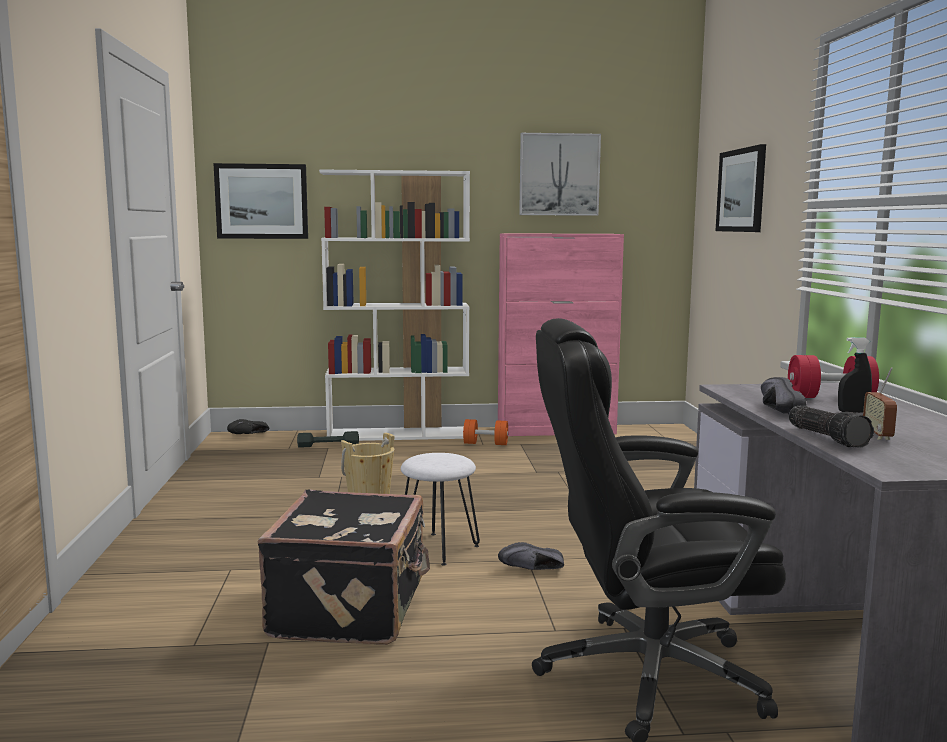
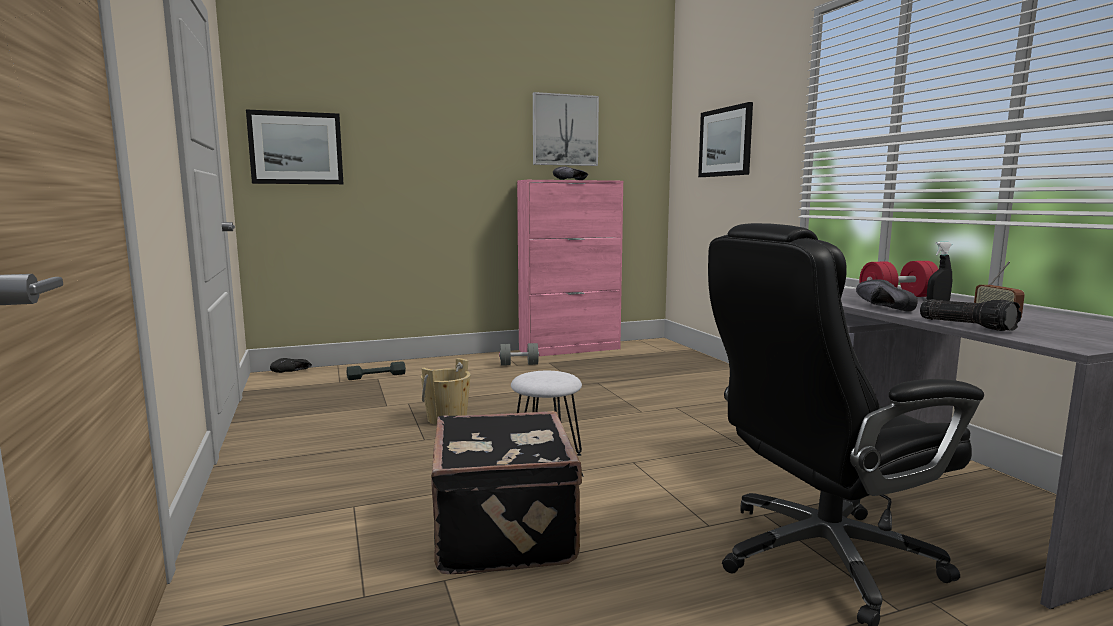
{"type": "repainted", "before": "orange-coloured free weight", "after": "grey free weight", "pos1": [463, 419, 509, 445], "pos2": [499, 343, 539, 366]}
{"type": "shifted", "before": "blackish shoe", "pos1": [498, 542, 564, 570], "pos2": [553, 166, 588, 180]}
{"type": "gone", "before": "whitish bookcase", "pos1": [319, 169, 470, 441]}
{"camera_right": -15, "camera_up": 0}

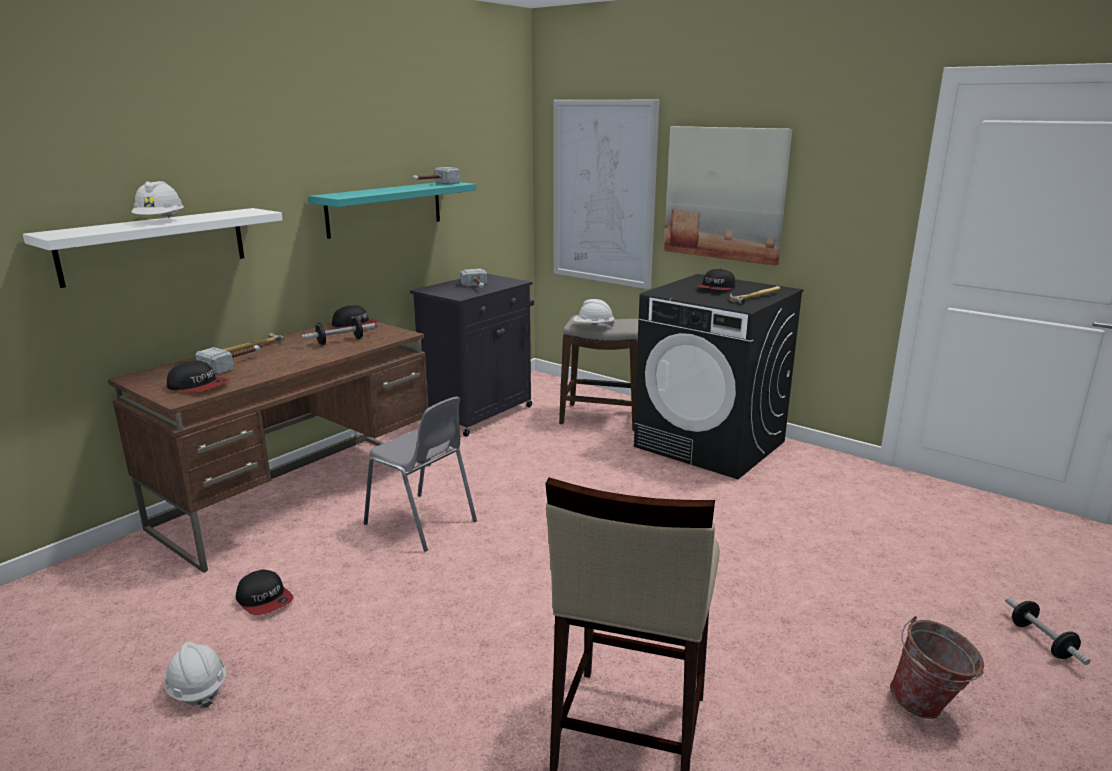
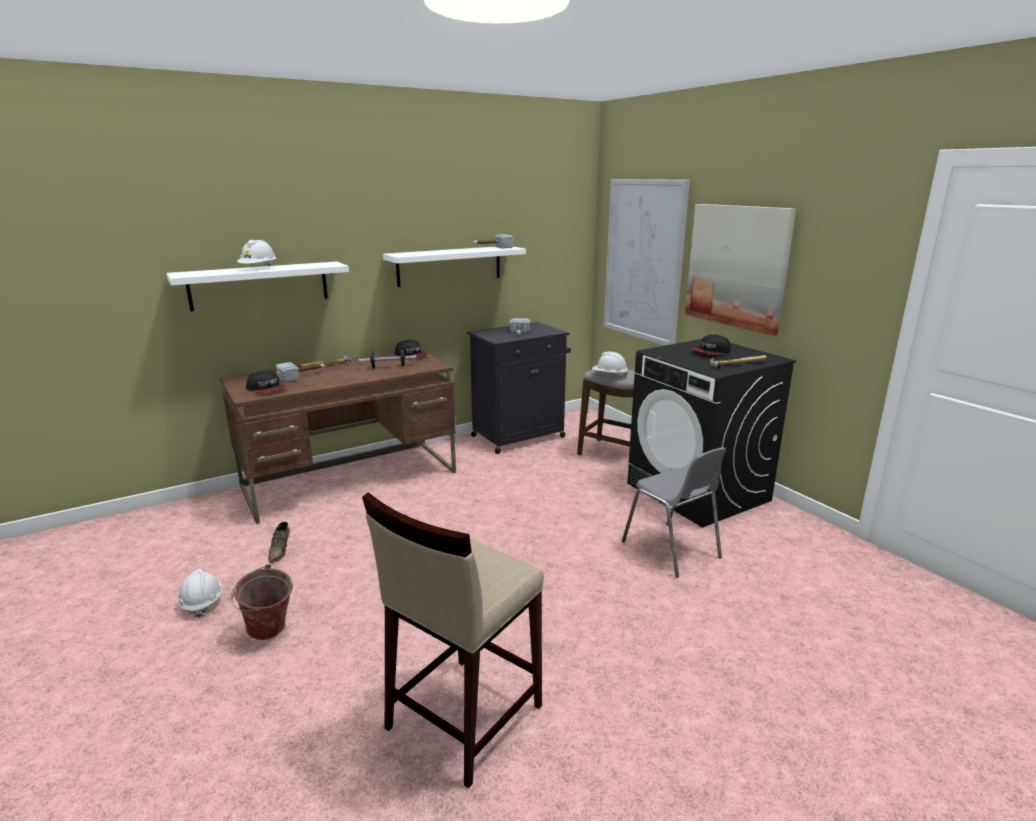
{"type": "shifted", "before": "bucket", "pos1": [890, 616, 984, 719], "pos2": [231, 565, 293, 640]}
{"type": "swapped", "before": "baseball cap", "after": "brown-coloured shoe", "pos1": [236, 569, 294, 615], "pos2": [268, 522, 290, 563]}
{"type": "repainted", "before": "turquoise bracket shelf", "after": "whitish bracket shelf", "pos1": [309, 182, 476, 239], "pos2": [383, 247, 526, 287]}
{"type": "shifted", "before": "grey plain chair", "pos1": [364, 396, 477, 552], "pos2": [622, 447, 726, 578]}
{"type": "gone", "before": "free weight", "pos1": [1005, 597, 1090, 665]}
{"camera_right": 20, "camera_up": 0}

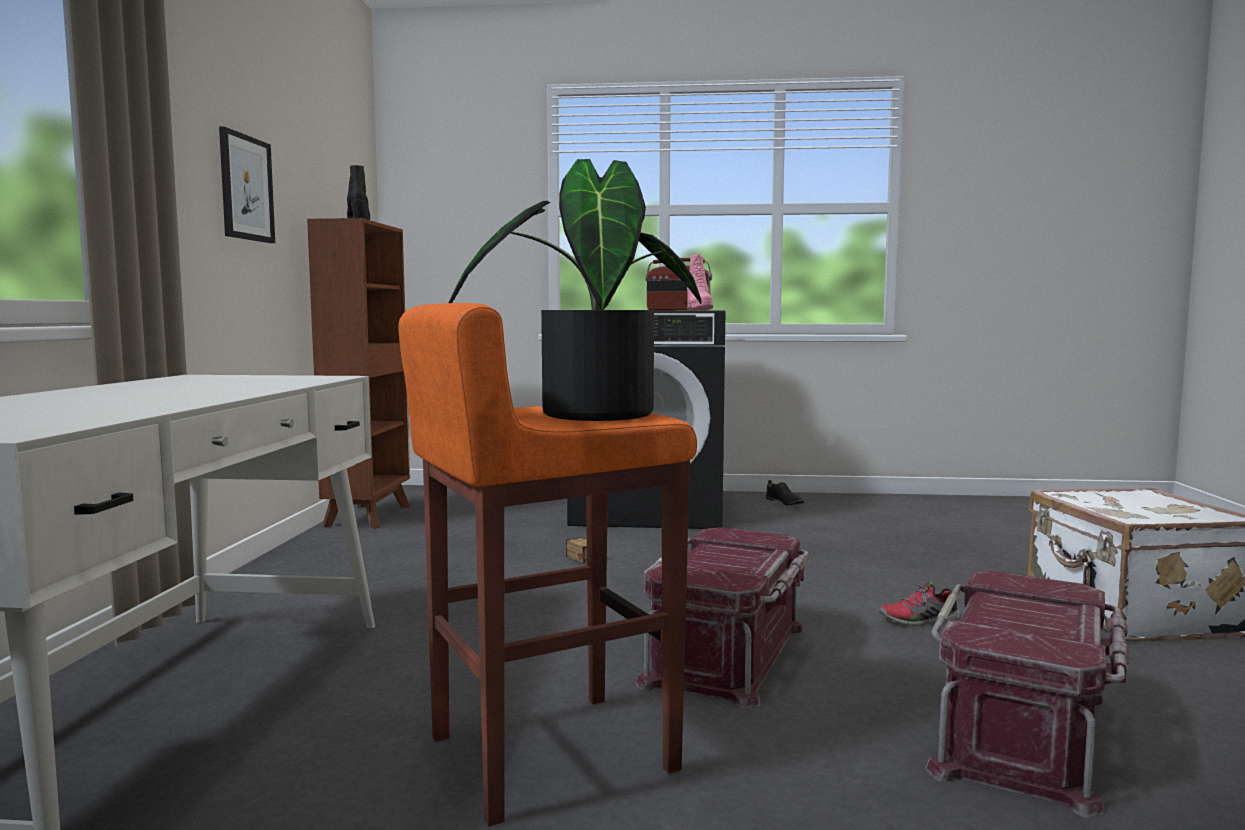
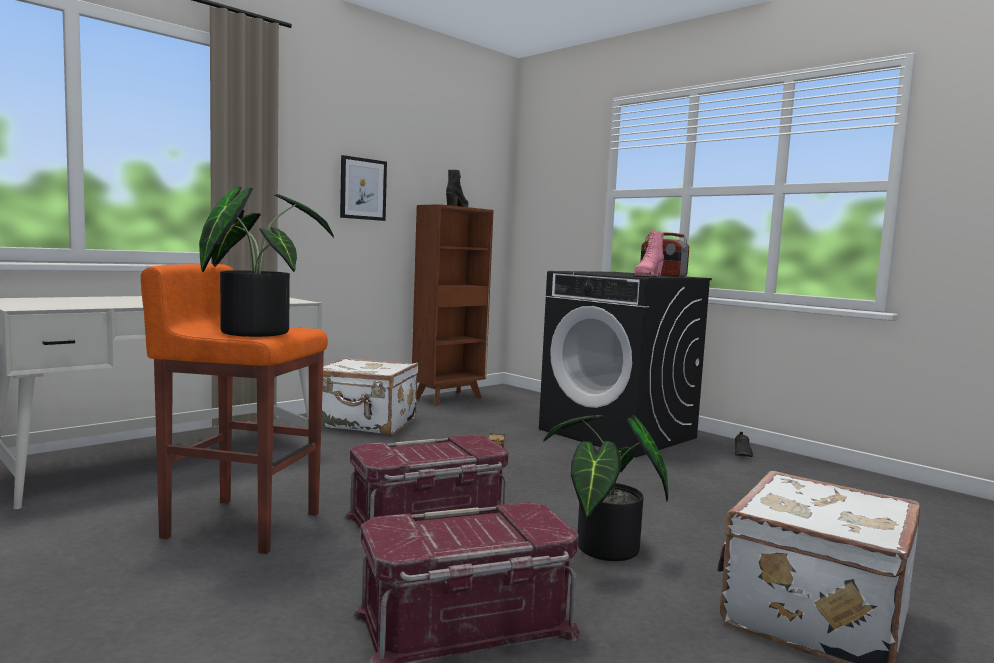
{"type": "new", "after": "whitish travel case", "pos2": [321, 357, 419, 435]}
{"type": "swapped", "before": "shoe", "after": "plant in a pot", "pos1": [879, 582, 960, 626], "pos2": [543, 415, 668, 561]}
{"camera_right": 40, "camera_up": 0}

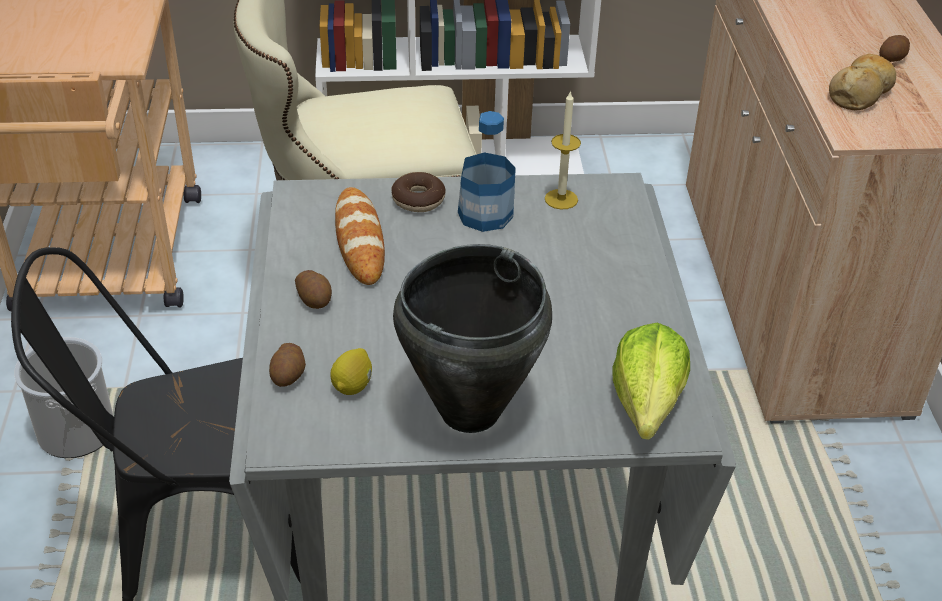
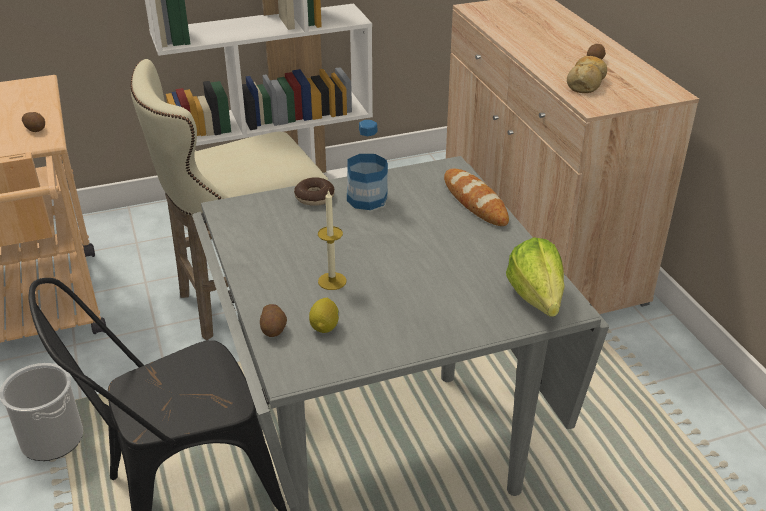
{"type": "shifted", "before": "potato", "pos1": [295, 270, 332, 309], "pos2": [22, 112, 45, 132]}
{"type": "shifted", "before": "wax light", "pos1": [545, 90, 581, 209], "pos2": [318, 190, 346, 290]}
{"type": "shifted", "before": "bread", "pos1": [335, 187, 385, 285], "pos2": [444, 169, 509, 226]}
{"type": "gone", "before": "blackish saucepot", "pos1": [393, 244, 552, 433]}
{"camera_right": -15, "camera_up": -5}

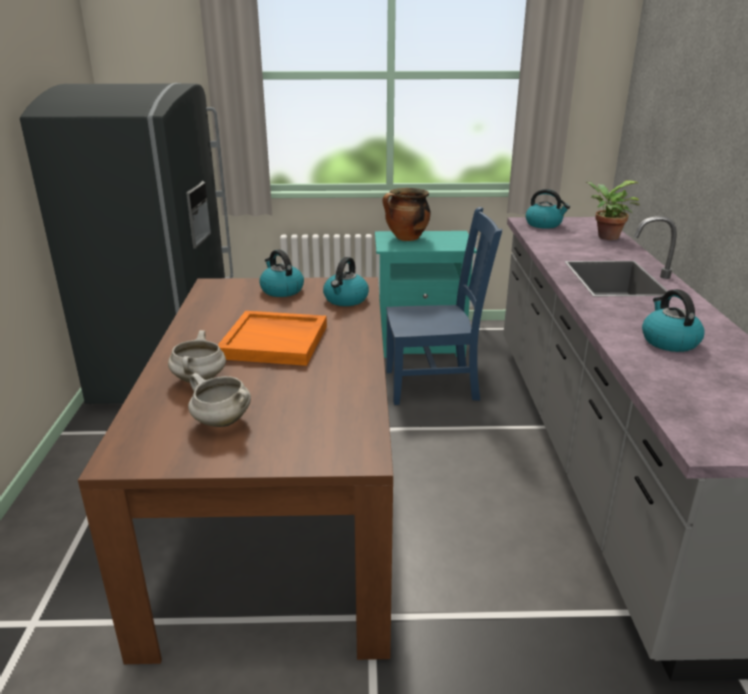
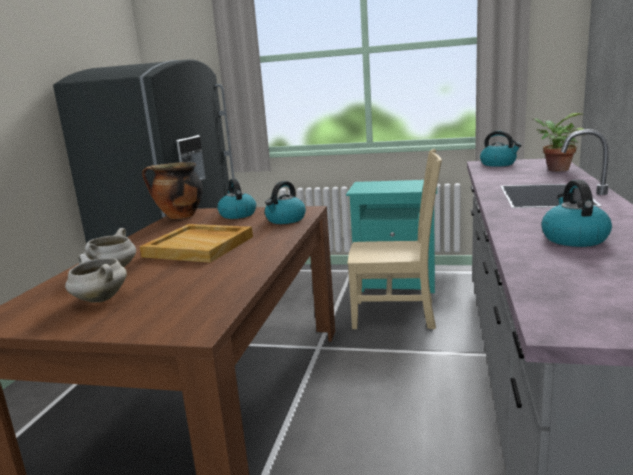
{"type": "repainted", "before": "orange-coloured serving tray", "after": "beige serving tray", "pos1": [218, 311, 327, 366], "pos2": [140, 224, 253, 263]}
{"type": "shifted", "before": "saucepot", "pos1": [383, 188, 431, 241], "pos2": [142, 162, 203, 219]}
{"type": "repainted", "before": "bluish plain chair", "after": "beige plain chair", "pos1": [386, 207, 502, 405], "pos2": [348, 149, 442, 329]}
{"camera_right": 15, "camera_up": -10}

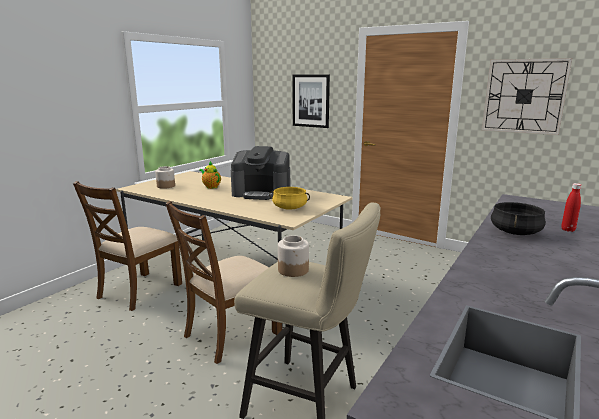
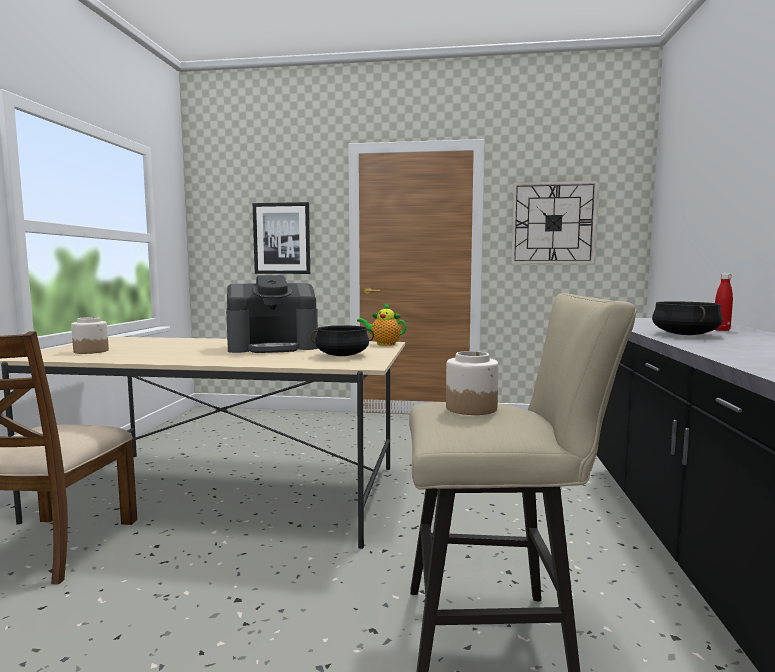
{"type": "repainted", "before": "yellow saucepot", "after": "blackish saucepot", "pos1": [269, 187, 310, 210], "pos2": [310, 325, 374, 356]}
{"type": "shifted", "before": "pot for tea", "pos1": [199, 161, 221, 189], "pos2": [357, 302, 406, 346]}
{"type": "gone", "before": "brown-coloured plain chair", "pos1": [165, 201, 282, 364]}
{"camera_right": -25, "camera_up": -10}

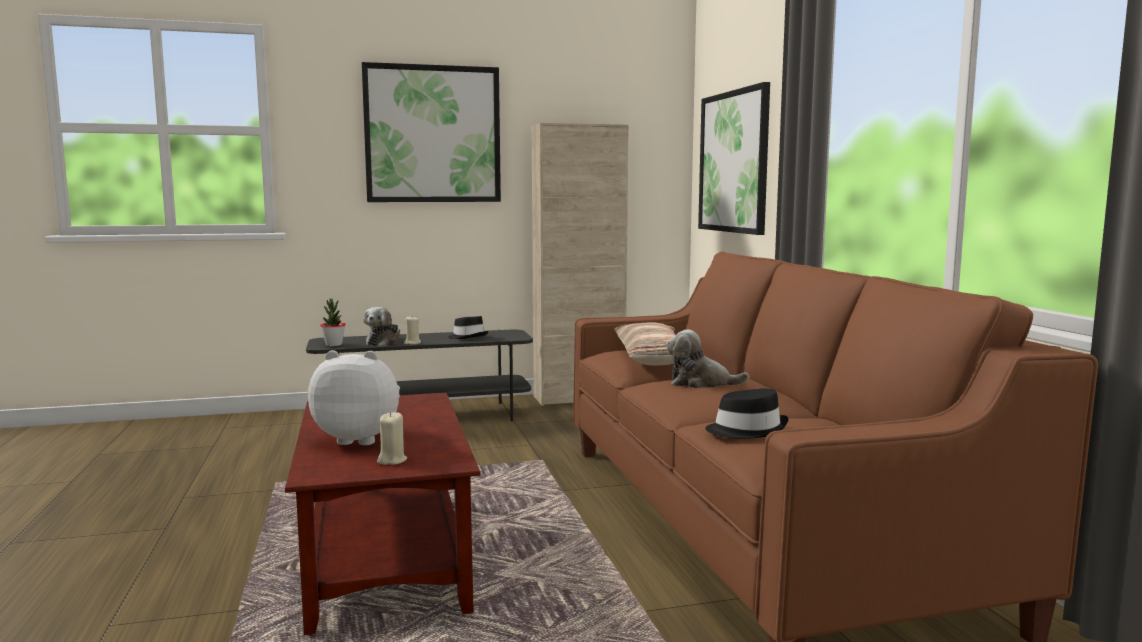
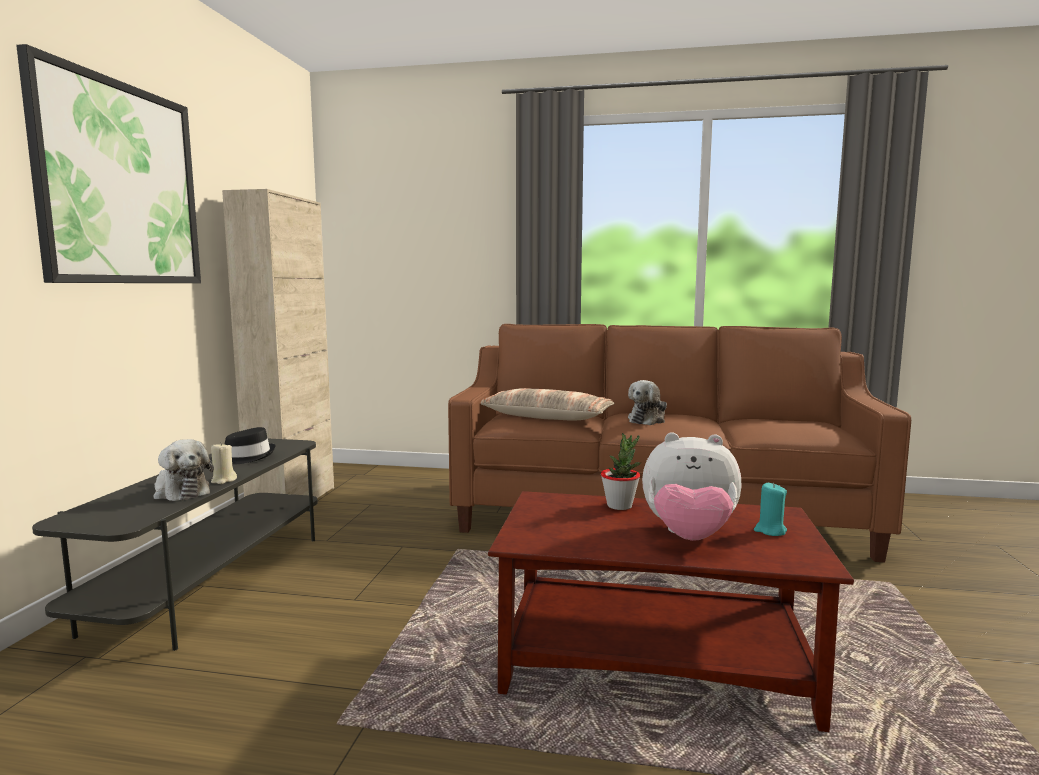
{"type": "shifted", "before": "plant in a pot", "pos1": [320, 299, 346, 346], "pos2": [601, 433, 641, 510]}
{"type": "rotated", "before": "soft toy", "pos1": [308, 350, 400, 445], "pos2": [642, 432, 741, 541], "turn": -105}
{"type": "repainted", "before": "beige wax light", "after": "turquoise wax light", "pos1": [377, 412, 407, 465], "pos2": [754, 483, 787, 536]}
{"type": "gone", "before": "wall picture", "pos1": [698, 82, 770, 235]}
{"type": "gone", "before": "blackish clothing hat", "pos1": [705, 388, 789, 439]}
{"camera_right": -65, "camera_up": 0}

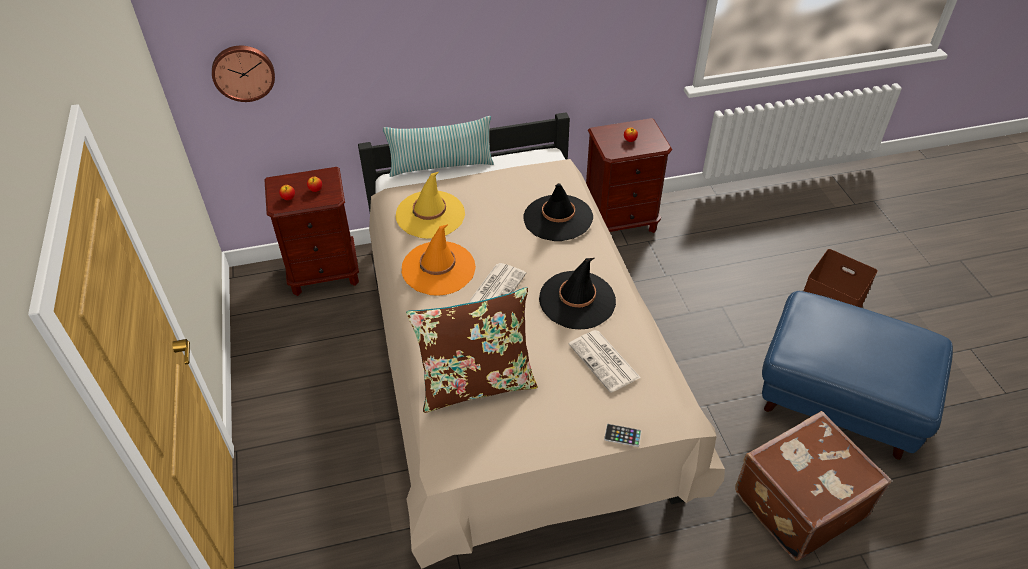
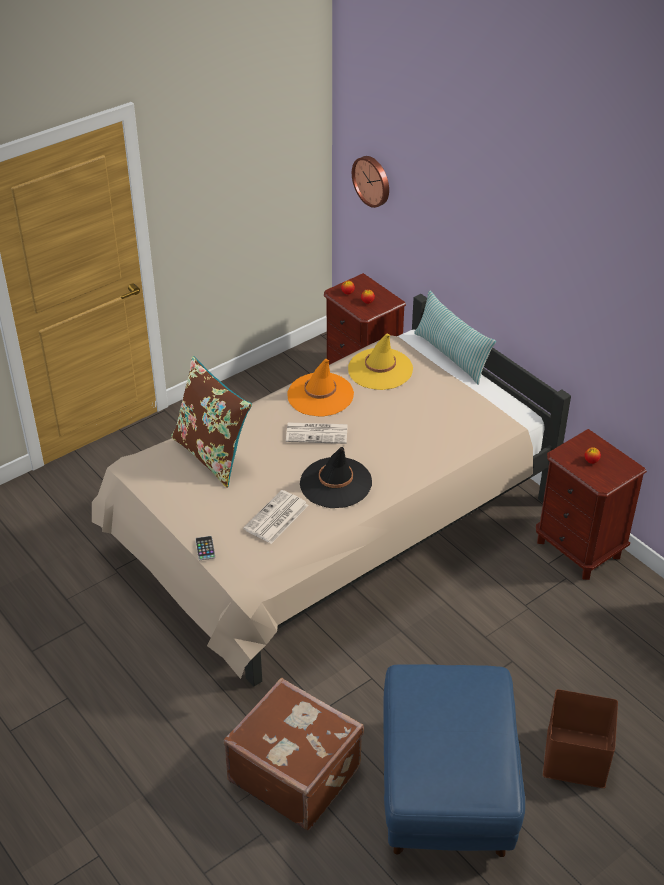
{"type": "gone", "before": "blackish clothing hat", "pos1": [524, 183, 593, 241]}
{"camera_right": 65, "camera_up": -5}

